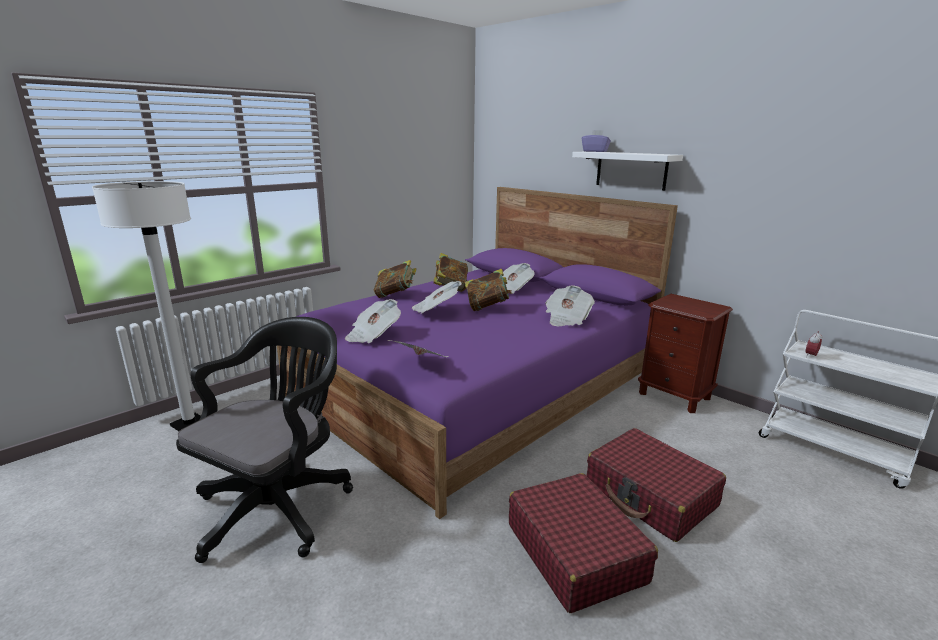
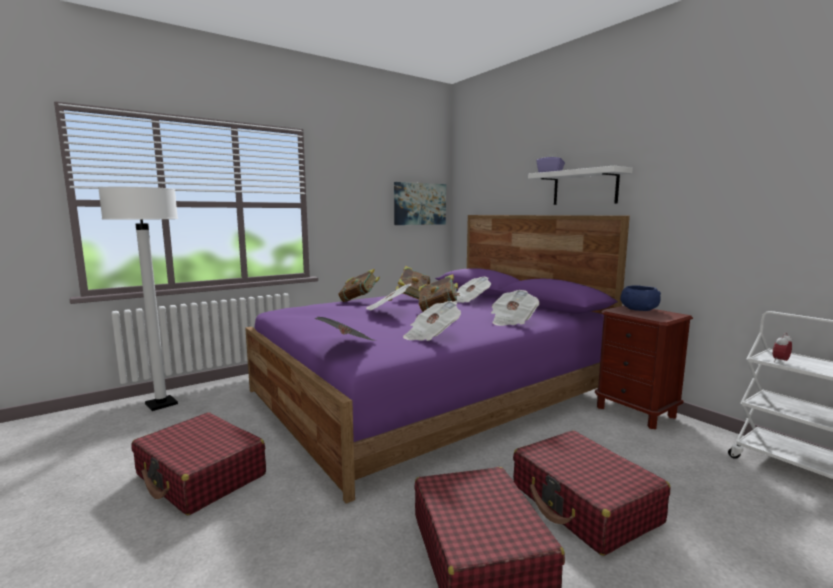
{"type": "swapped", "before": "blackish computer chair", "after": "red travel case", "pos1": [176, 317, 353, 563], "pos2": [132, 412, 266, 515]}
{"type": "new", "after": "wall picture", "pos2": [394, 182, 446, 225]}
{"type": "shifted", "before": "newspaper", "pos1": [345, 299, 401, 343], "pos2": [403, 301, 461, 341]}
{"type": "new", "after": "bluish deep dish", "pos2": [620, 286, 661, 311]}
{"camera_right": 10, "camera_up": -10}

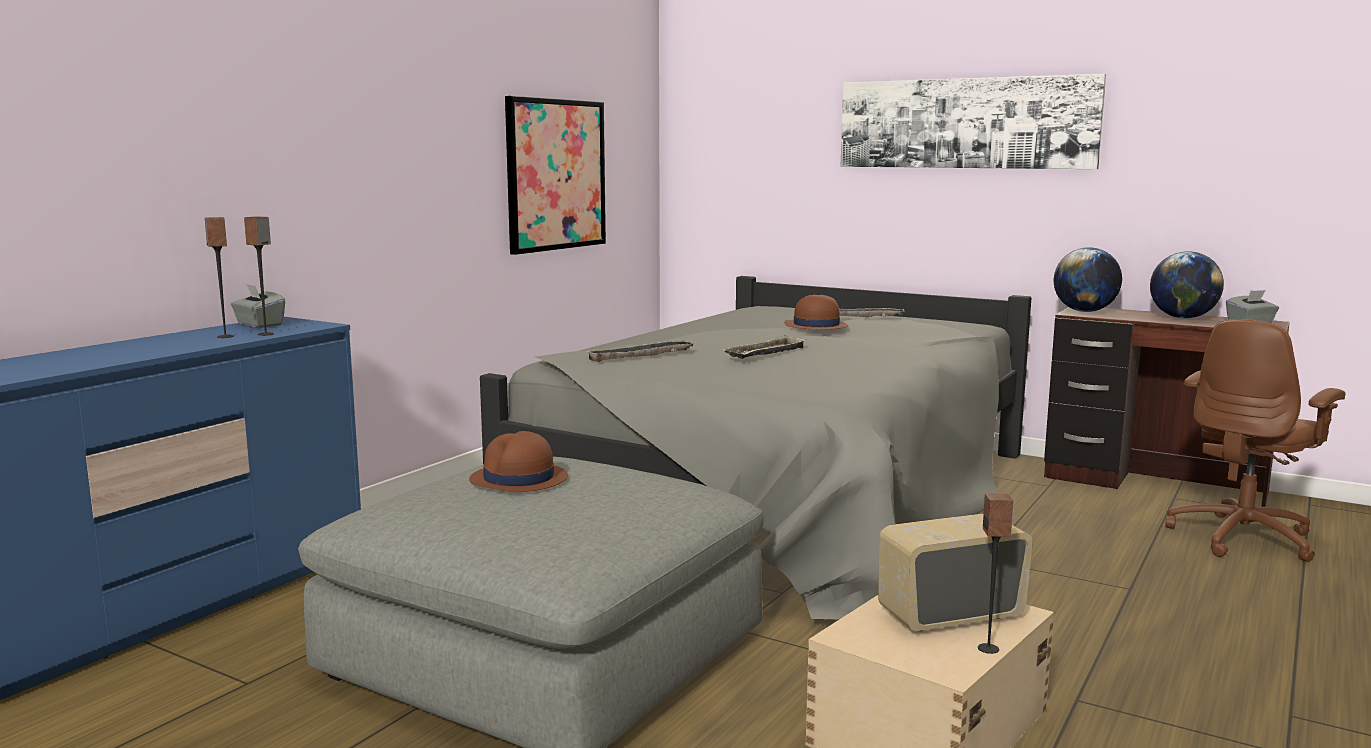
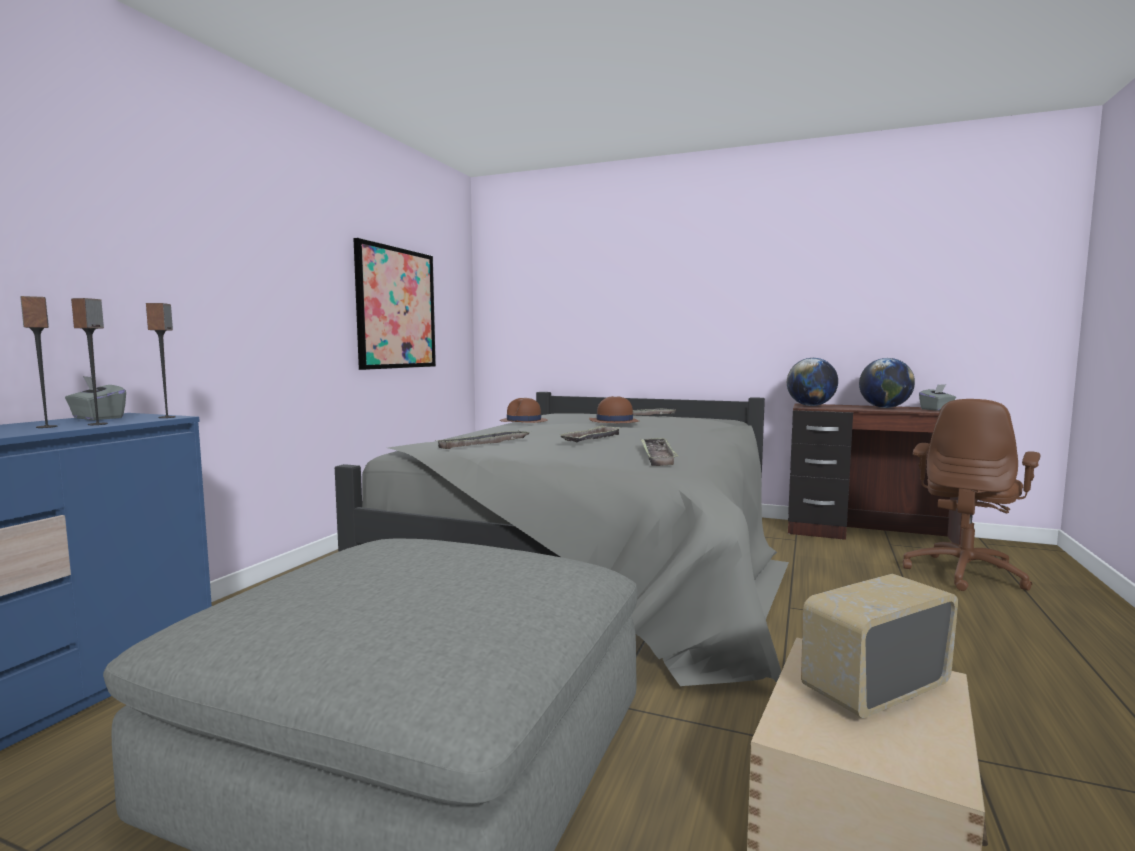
{"type": "shifted", "before": "audio speaker", "pos1": [978, 493, 1014, 654], "pos2": [146, 303, 176, 418]}
{"type": "shifted", "before": "brown-coloured clothing hat", "pos1": [469, 431, 568, 492], "pos2": [500, 398, 548, 423]}
{"type": "new", "after": "serving tray", "pos2": [640, 438, 678, 466]}
{"type": "gone", "before": "wall picture", "pos1": [841, 74, 1106, 169]}
{"camera_right": -10, "camera_up": -5}

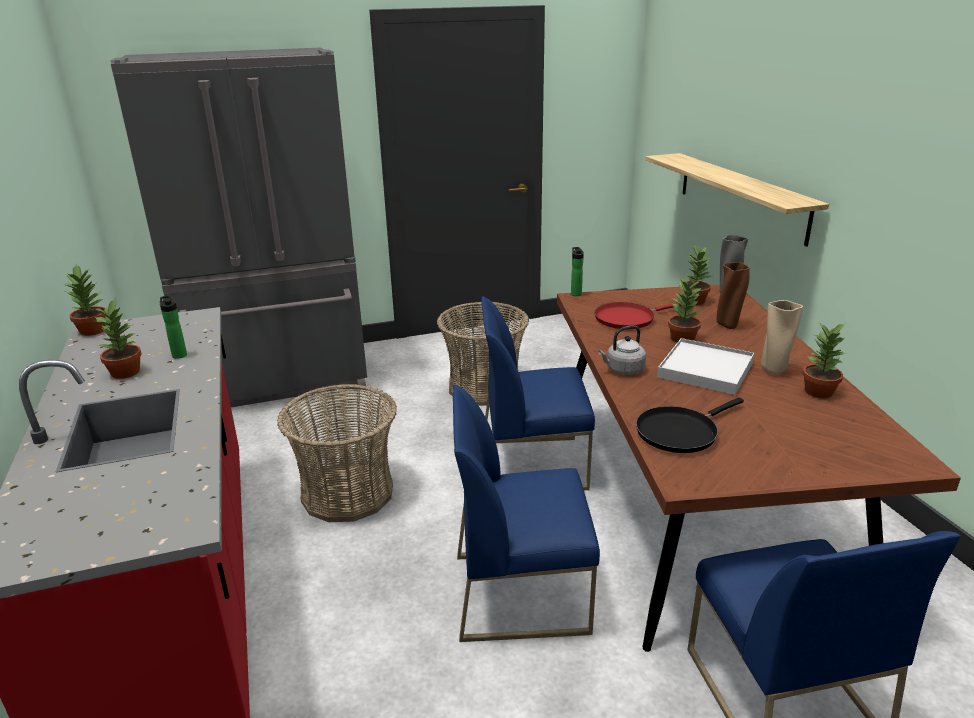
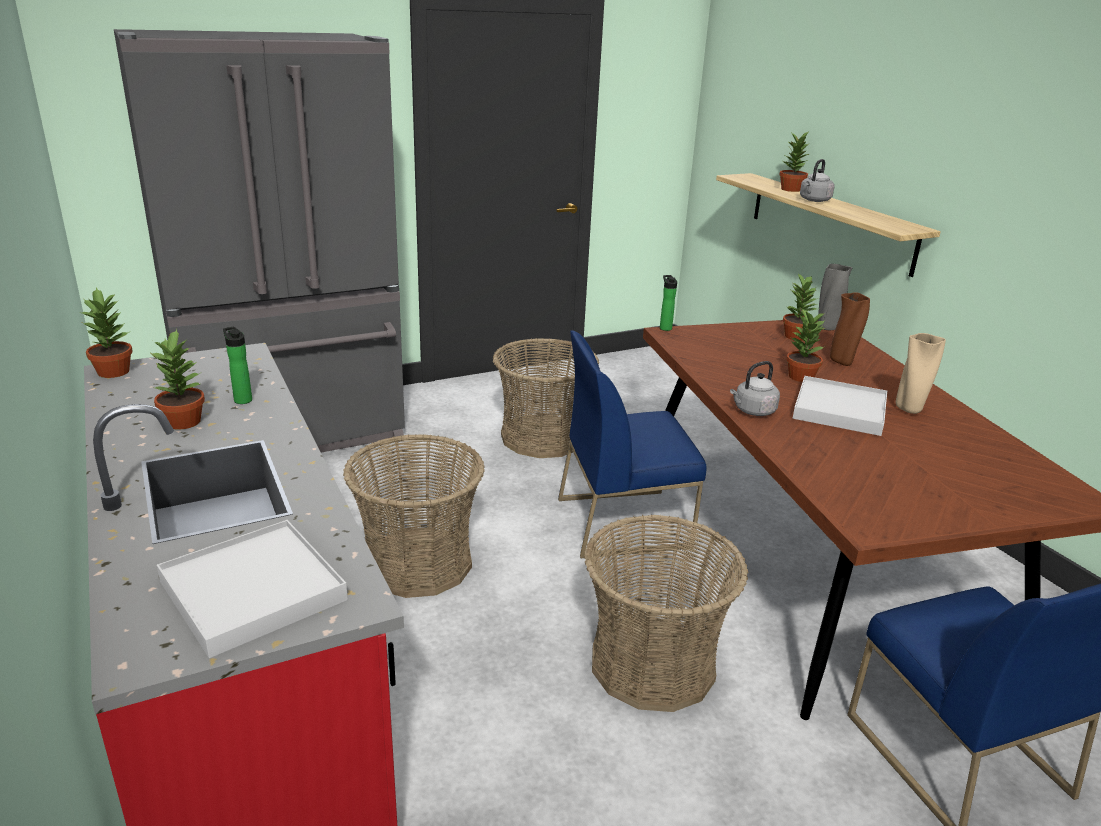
{"type": "new", "after": "whitish serving tray", "pos2": [157, 520, 348, 658]}
{"type": "swapped", "before": "bluish plain chair", "after": "storage basket", "pos1": [453, 385, 600, 642], "pos2": [584, 514, 749, 712]}
{"type": "shifted", "before": "plant in a pot", "pos1": [803, 324, 847, 398], "pos2": [779, 132, 809, 192]}
{"type": "new", "after": "grey kettle", "pos2": [800, 159, 835, 202]}
{"type": "gone", "before": "red pan", "pos1": [594, 302, 681, 329]}
{"type": "gone", "before": "blackish pan", "pos1": [636, 397, 744, 453]}
{"camera_right": -10, "camera_up": 0}

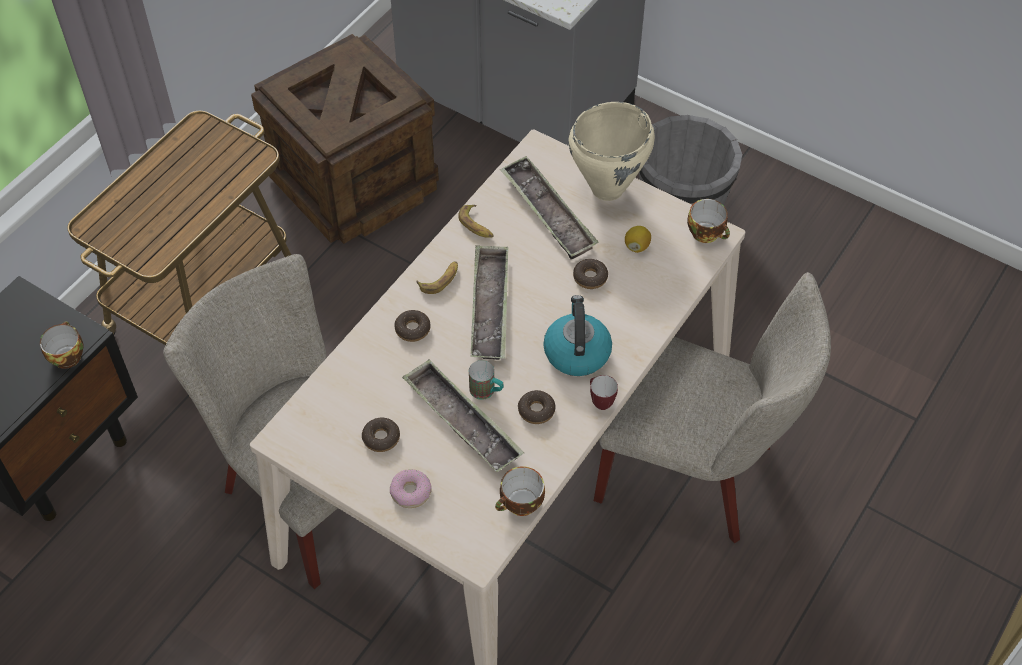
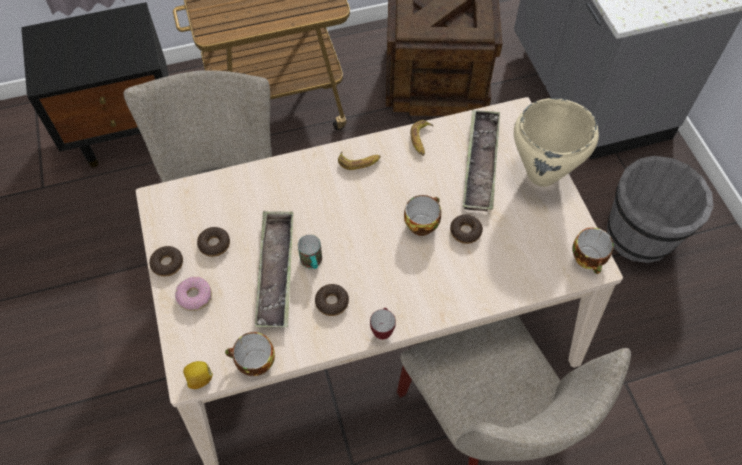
{"type": "shifted", "before": "doughnut", "pos1": [394, 310, 431, 342], "pos2": [149, 246, 183, 277]}
{"type": "shifted", "before": "citrus fruit", "pos1": [625, 226, 651, 253], "pos2": [183, 361, 213, 389]}
{"type": "shifted", "before": "drinking cup", "pos1": [40, 321, 83, 369], "pos2": [404, 195, 441, 236]}
{"type": "gone", "before": "serving tray", "pos1": [471, 245, 508, 360]}
{"type": "gone", "before": "kettle", "pos1": [543, 295, 612, 376]}
{"camera_right": 40, "camera_up": 5}

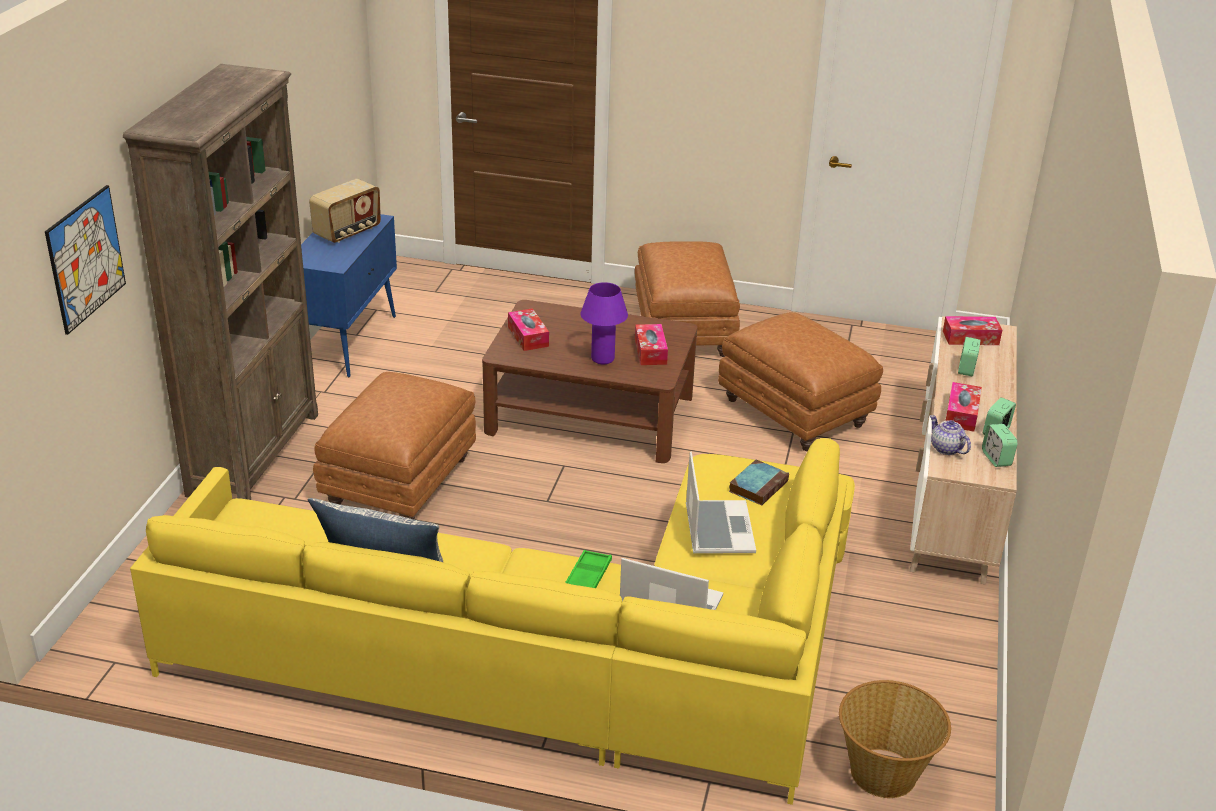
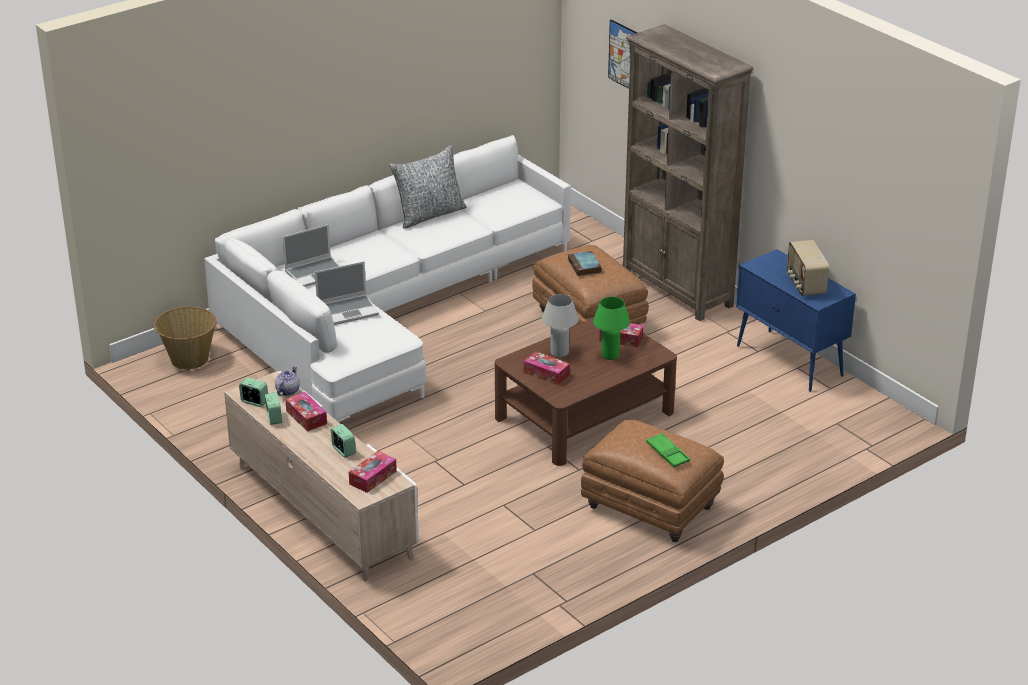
{"type": "repainted", "before": "yellow settee", "after": "whitish settee", "pos1": [130, 438, 855, 805], "pos2": [204, 135, 571, 422]}
{"type": "rotated", "before": "pot for tea", "pos1": [930, 415, 971, 455], "pos2": [275, 366, 300, 396], "turn": -75}
{"type": "rotated", "before": "notebook computer", "pos1": [686, 452, 756, 553], "pos2": [315, 261, 379, 325], "turn": -60}
{"type": "repainted", "before": "purplish lamp for a table", "after": "whitish lamp for a table", "pos1": [580, 282, 628, 364], "pos2": [542, 294, 579, 357]}
{"type": "shifted", "before": "volume", "pos1": [729, 460, 789, 506], "pos2": [568, 251, 602, 276]}
{"type": "new", "after": "green-coloured lamp for a table", "pos2": [593, 297, 630, 360]}
{"type": "shifted", "before": "green-coloured serving tray", "pos1": [565, 550, 612, 588], "pos2": [646, 433, 690, 467]}
{"type": "gone", "before": "brown-coloured footrest", "pos1": [718, 312, 883, 451]}
{"camera_right": 130, "camera_up": 0}

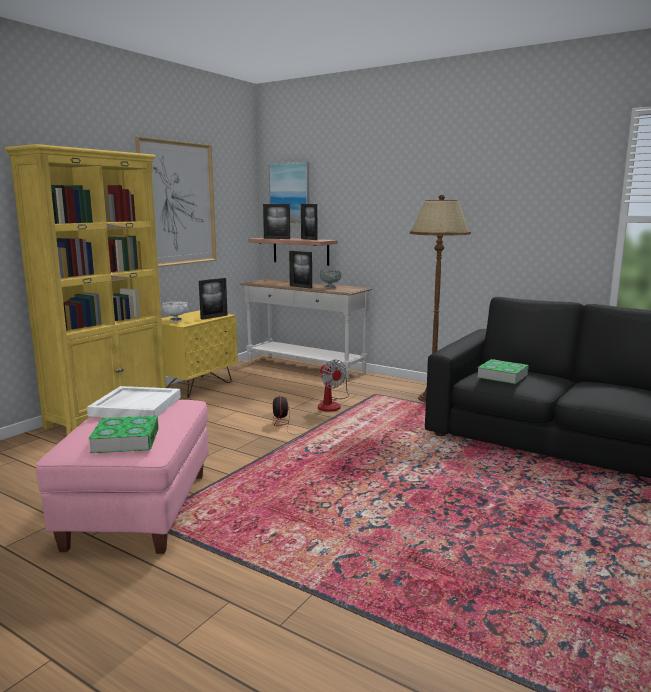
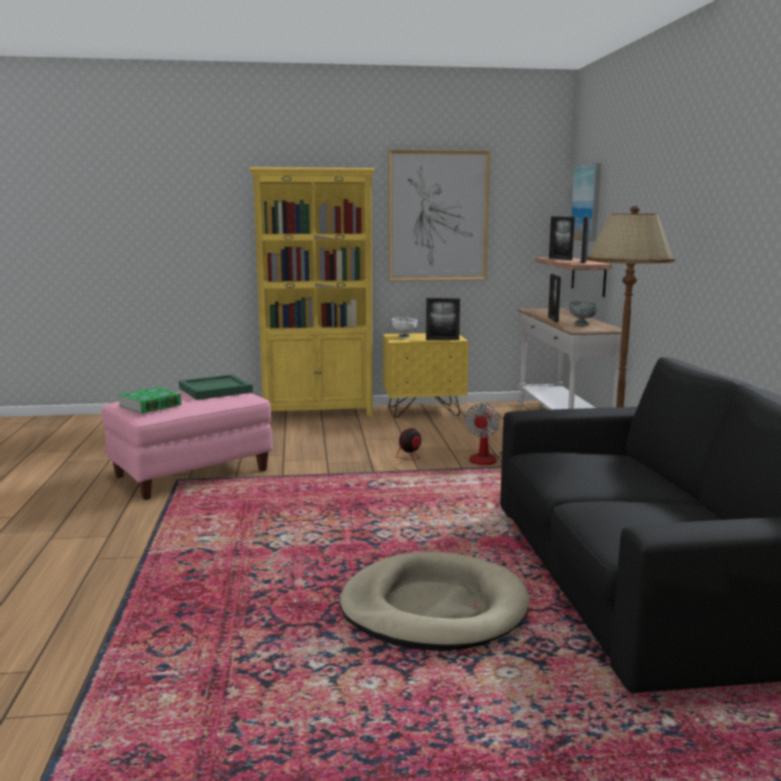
{"type": "repainted", "before": "whitish serving tray", "after": "green-coloured serving tray", "pos1": [87, 386, 181, 418], "pos2": [179, 374, 253, 400]}
{"type": "new", "after": "beige dog cushion", "pos2": [340, 551, 529, 651]}
{"type": "gone", "before": "volume", "pos1": [477, 359, 529, 384]}
{"camera_right": 50, "camera_up": 0}

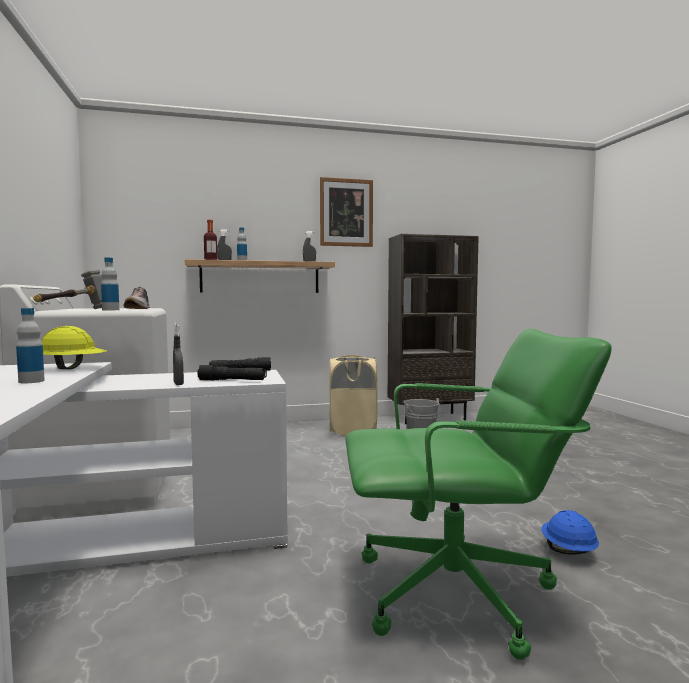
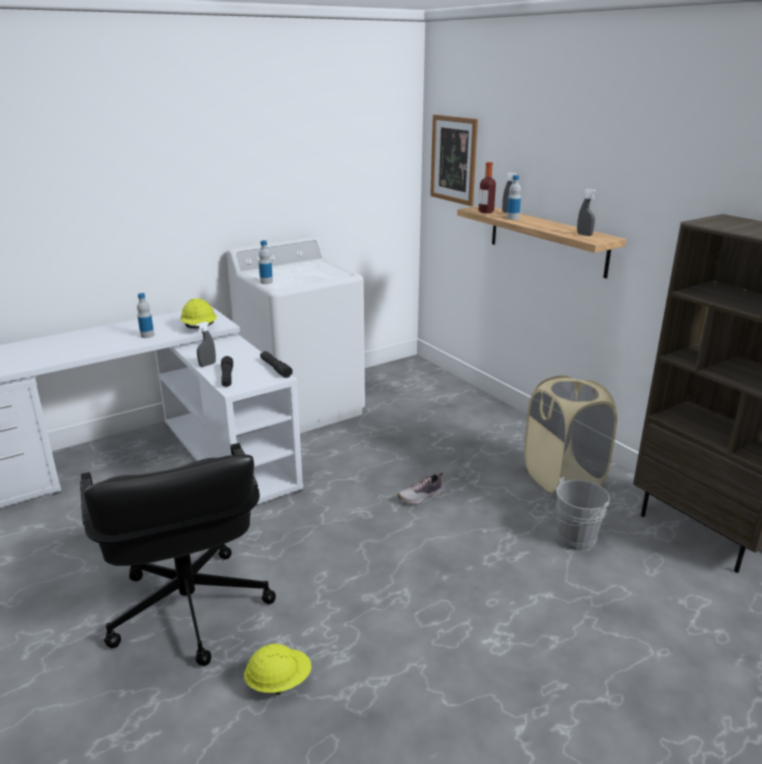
{"type": "repainted", "before": "green-coloured computer chair", "after": "blackish computer chair", "pos1": [345, 329, 612, 660], "pos2": [80, 443, 276, 666]}
{"type": "repainted", "before": "bluish work helmet", "after": "yellow work helmet", "pos1": [541, 510, 599, 554], "pos2": [244, 644, 311, 696]}
{"type": "shifted", "before": "shoe", "pos1": [124, 287, 150, 309], "pos2": [397, 473, 443, 505]}
{"type": "shifted", "before": "wall picture", "pos1": [320, 177, 373, 247], "pos2": [430, 115, 478, 206]}
{"type": "gone", "before": "hand hammer", "pos1": [33, 270, 102, 309]}
{"camera_right": 70, "camera_up": 20}

